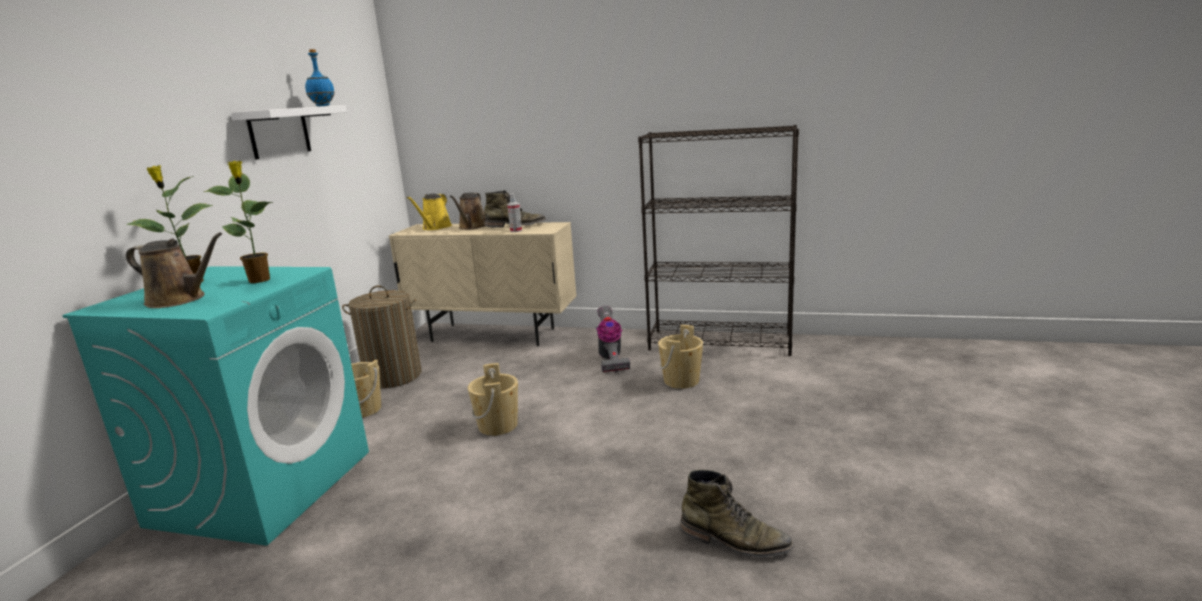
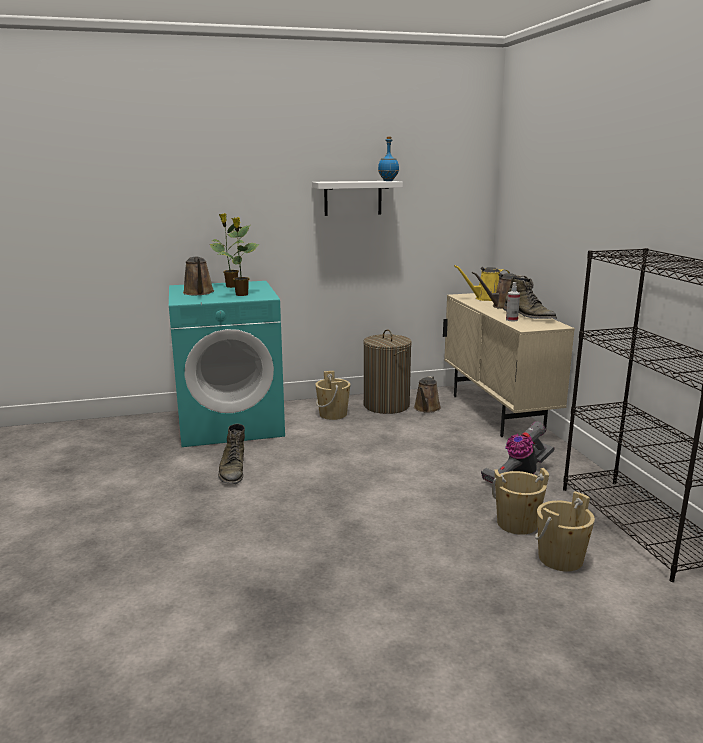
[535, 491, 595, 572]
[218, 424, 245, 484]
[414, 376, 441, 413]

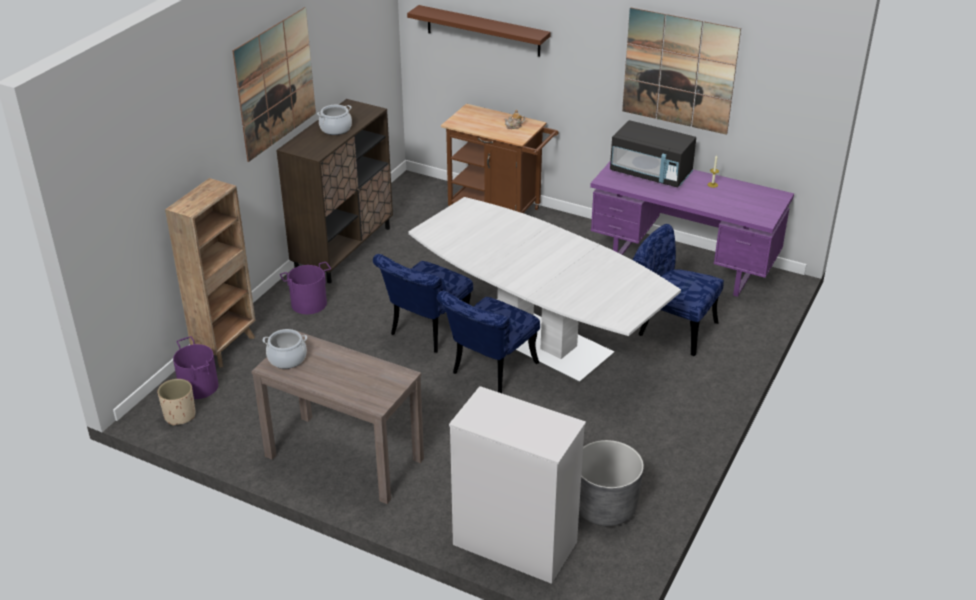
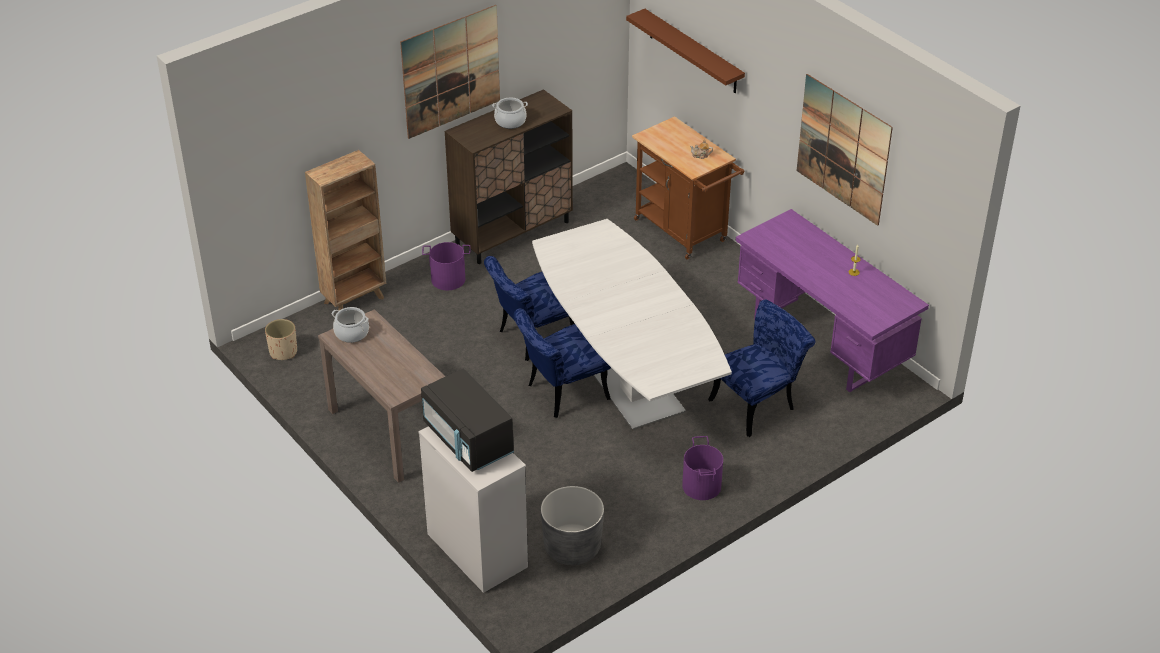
[682, 436, 723, 500]
[421, 369, 514, 472]
[708, 300, 815, 437]

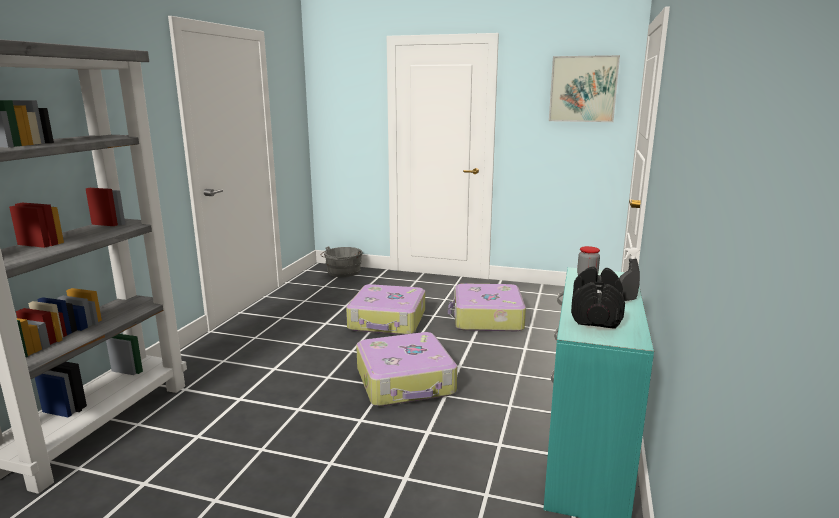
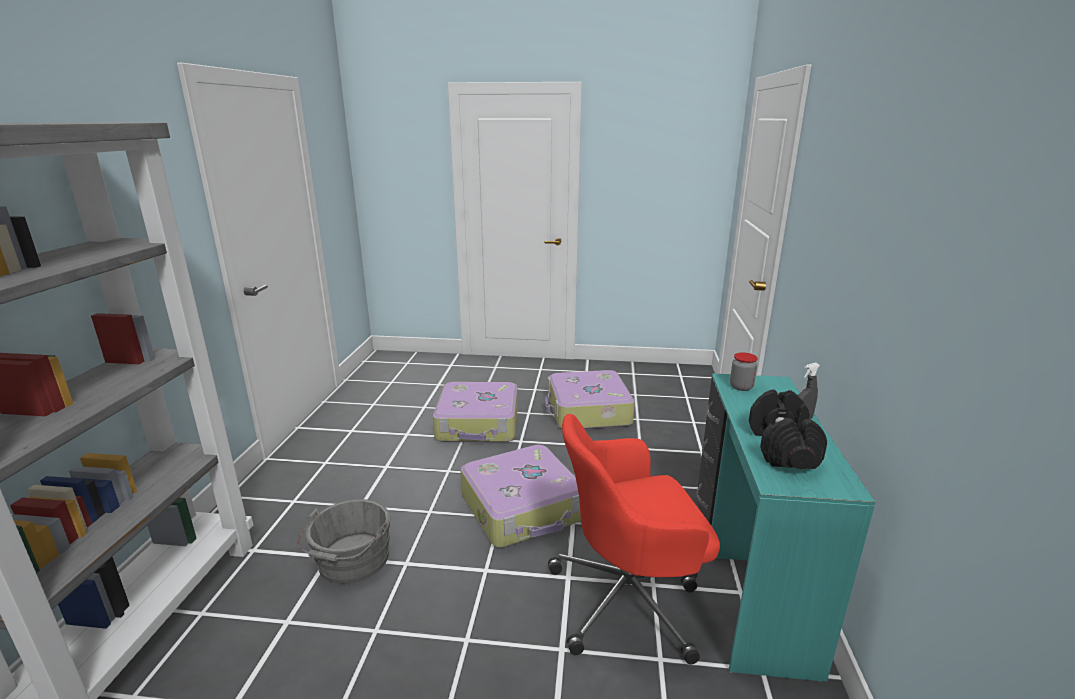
[297, 499, 390, 584]
[549, 55, 620, 122] (first image)
[548, 414, 720, 665]

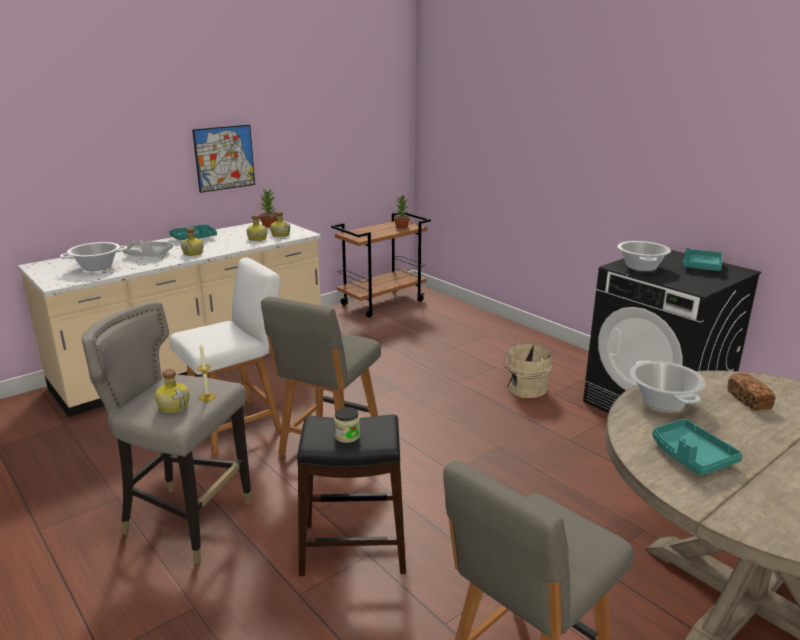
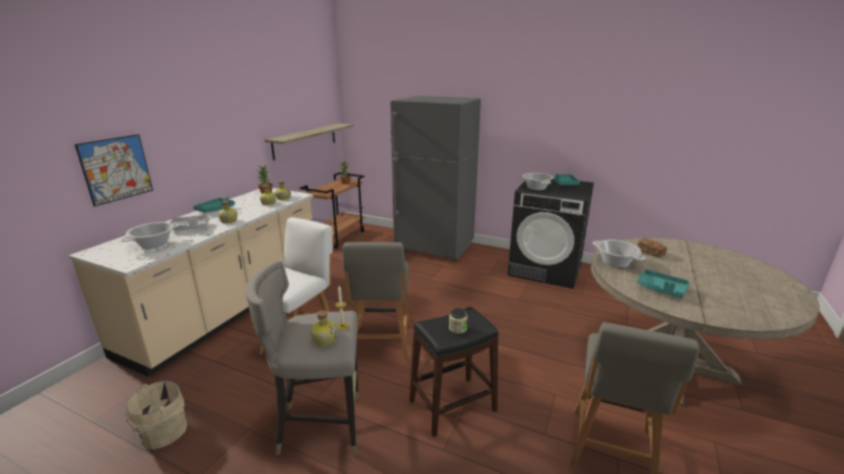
[75, 134, 153, 207]
[126, 381, 187, 450]
[264, 123, 354, 160]
[390, 96, 481, 260]

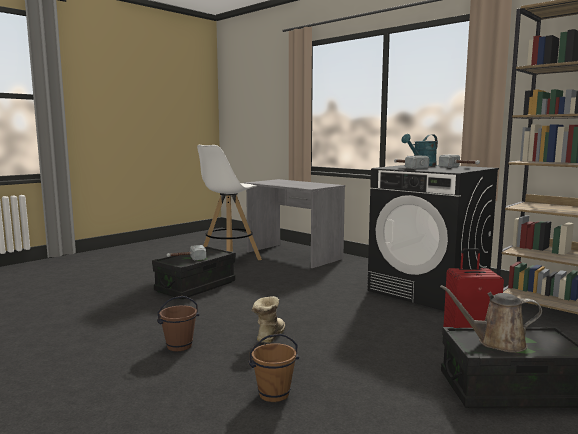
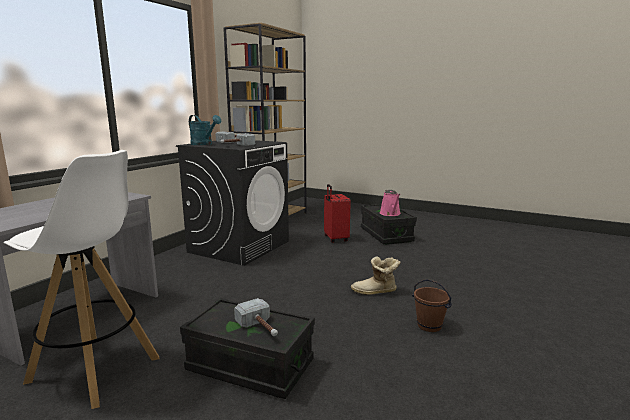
[248, 333, 299, 402] (first image)
[380, 190, 401, 216]

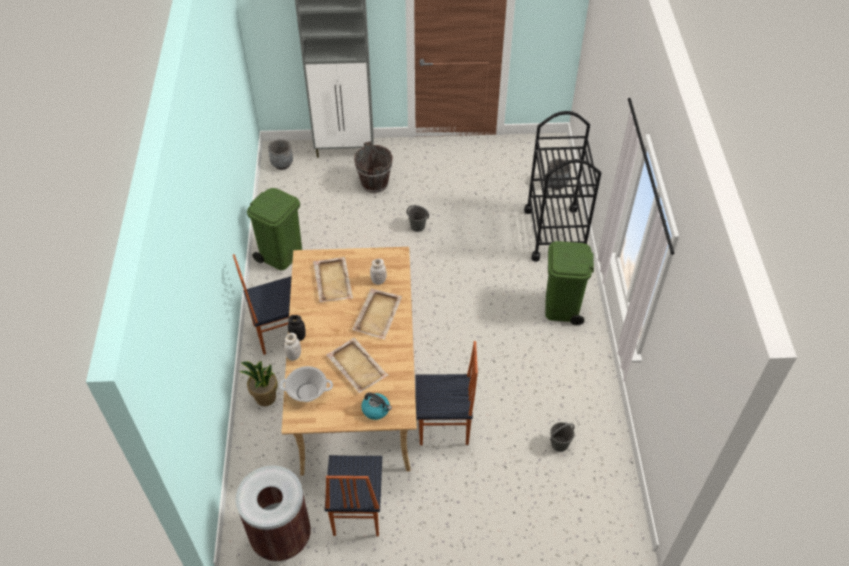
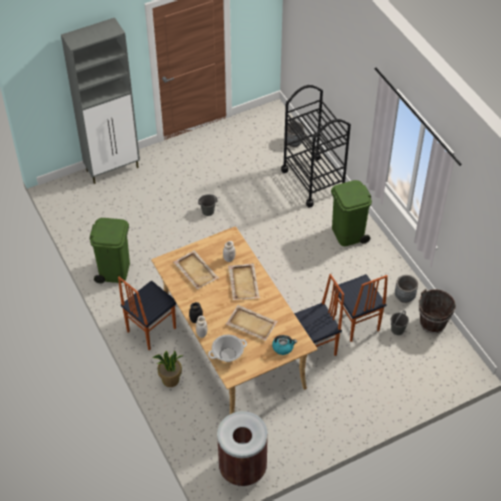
[395, 275, 418, 303]
[334, 274, 388, 342]
[418, 289, 456, 333]

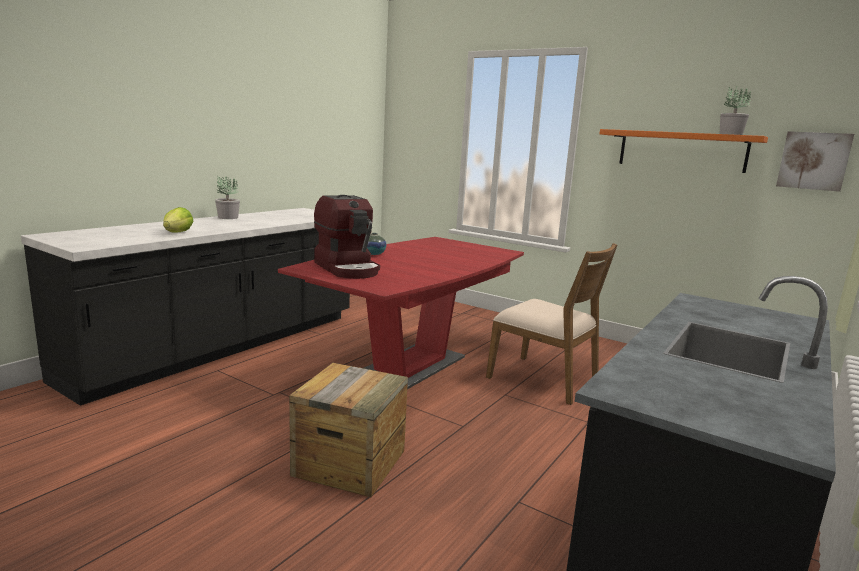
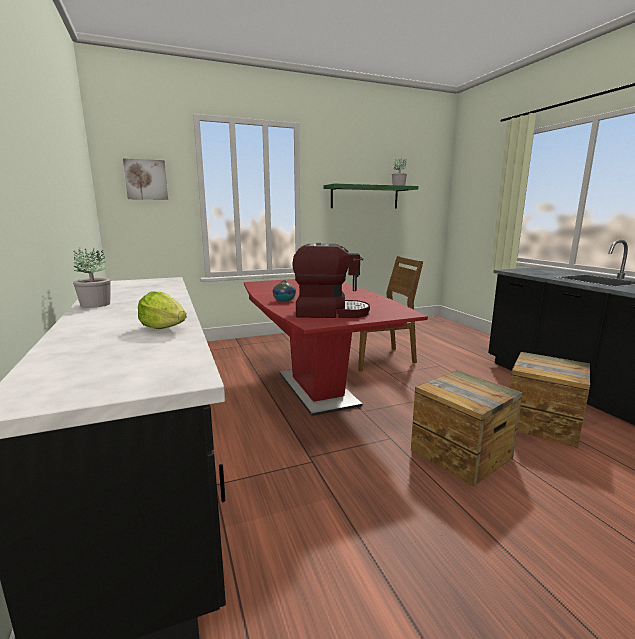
[323, 183, 418, 209]
[123, 158, 168, 200]
[510, 352, 590, 448]

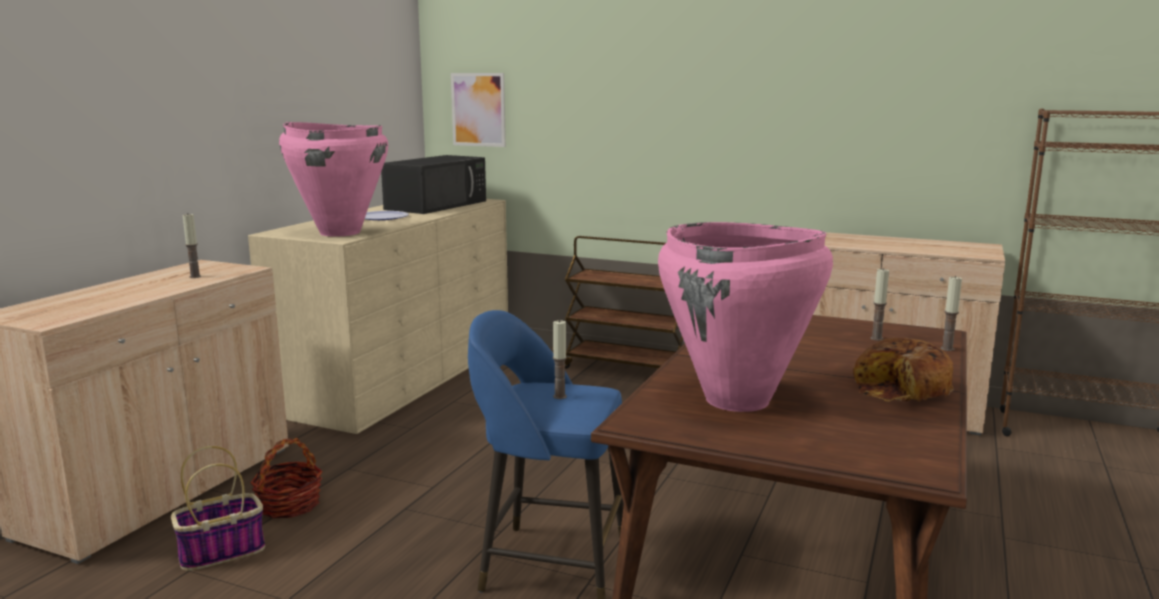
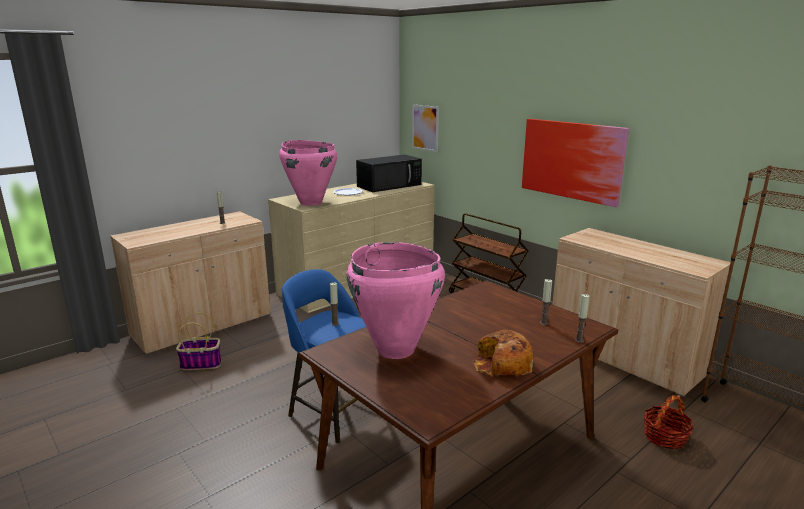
[644, 395, 694, 450]
[522, 119, 629, 207]

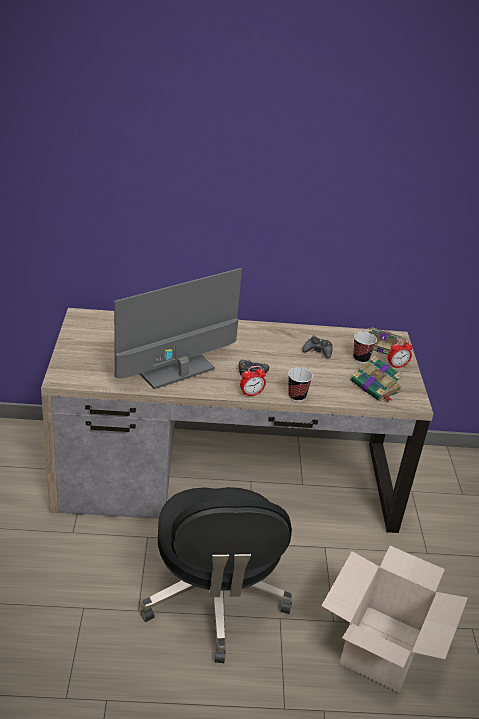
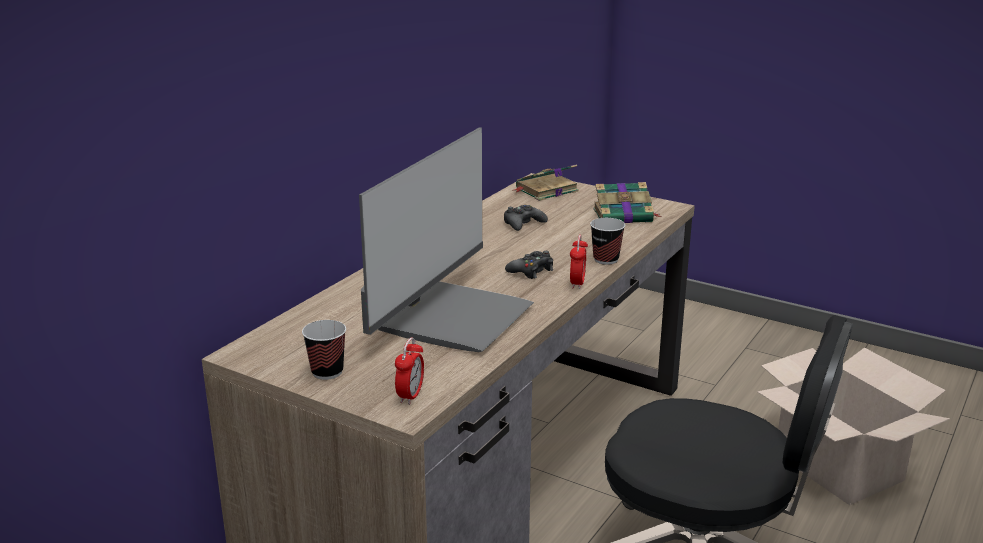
[359, 127, 534, 352]
[302, 320, 346, 380]
[395, 338, 424, 405]

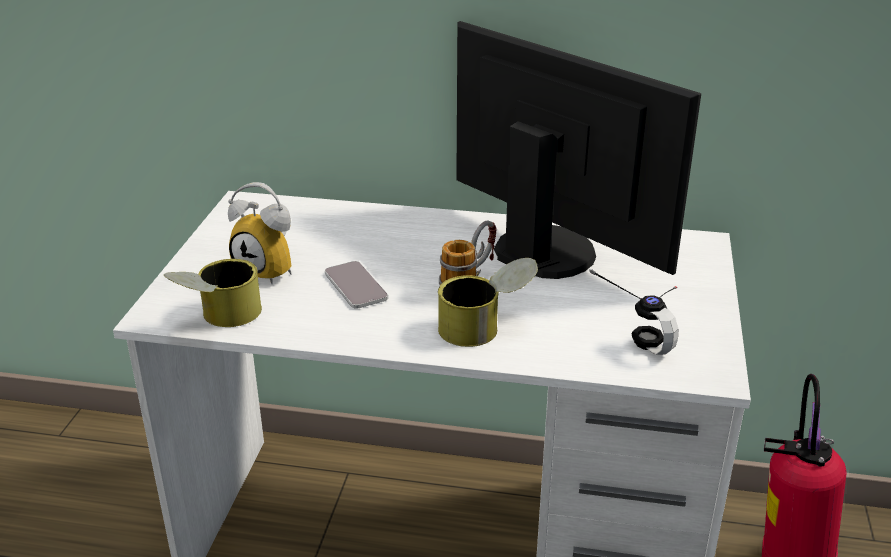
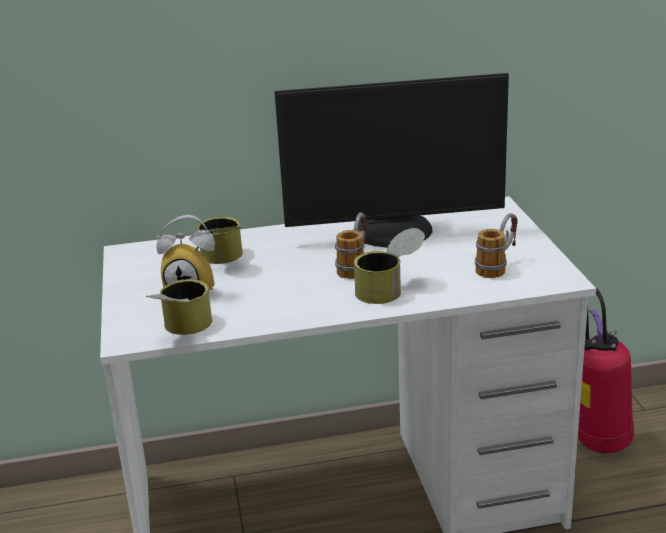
[325, 261, 388, 309] (first image)
[275, 73, 509, 248]
[475, 213, 518, 278]
[197, 217, 243, 264]

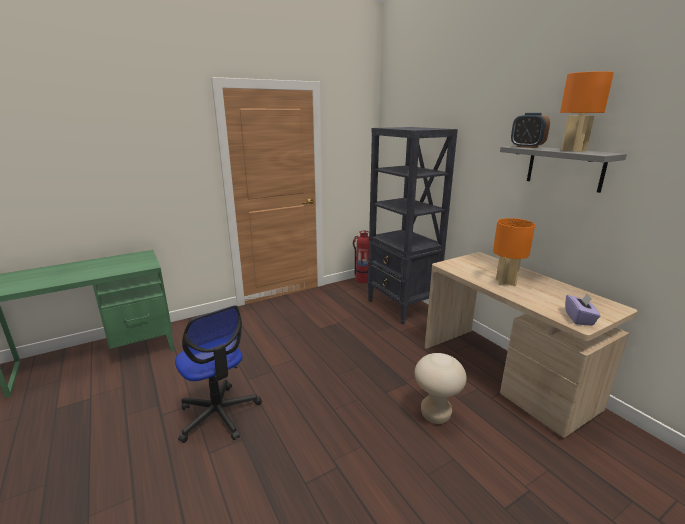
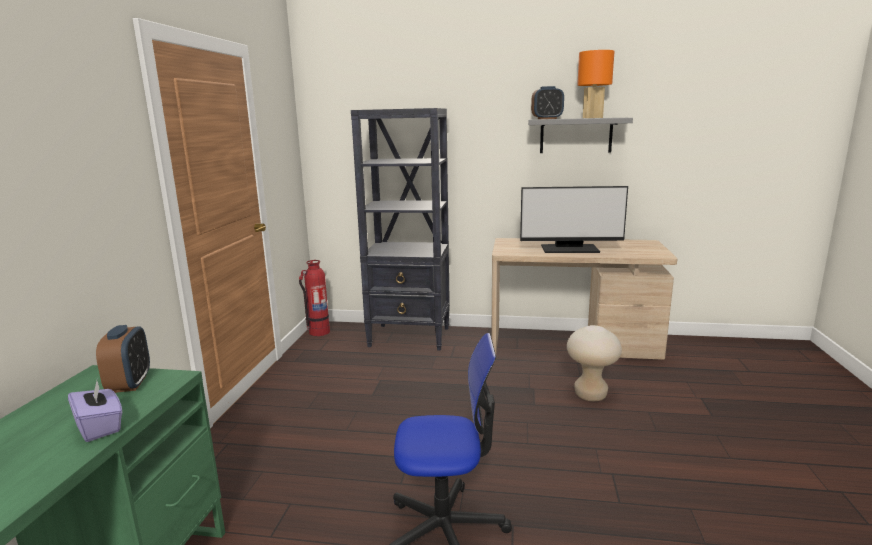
[520, 186, 628, 253]
[68, 381, 122, 442]
[96, 325, 150, 393]

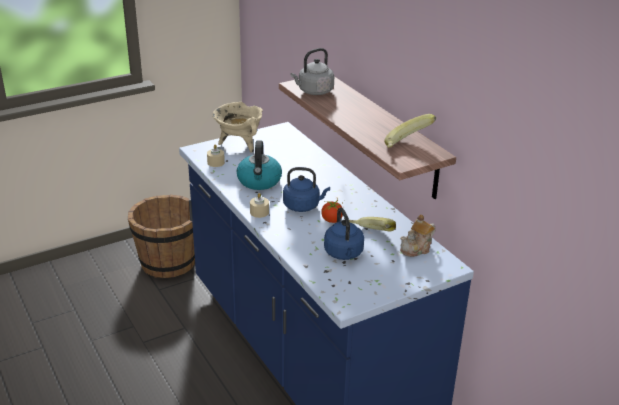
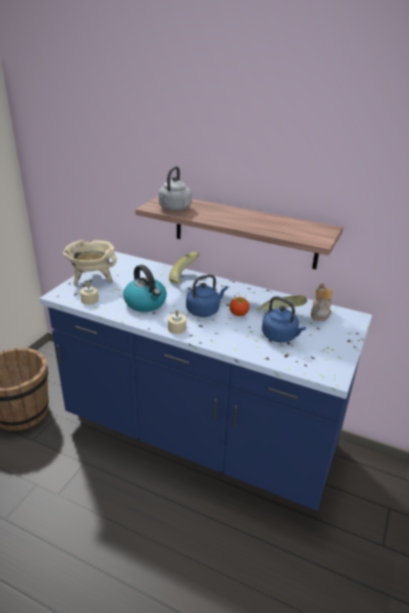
[169, 252, 199, 284]

